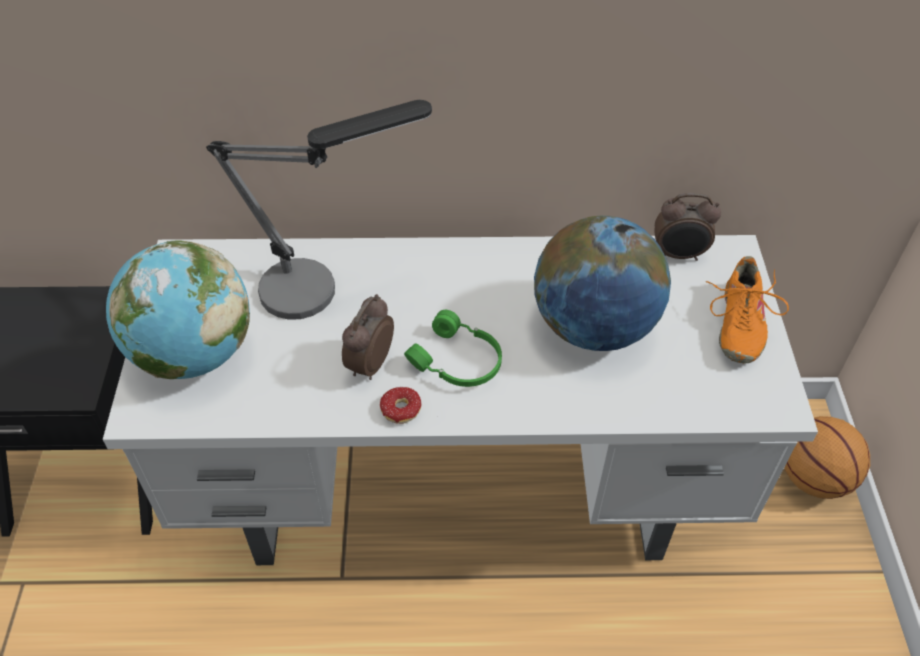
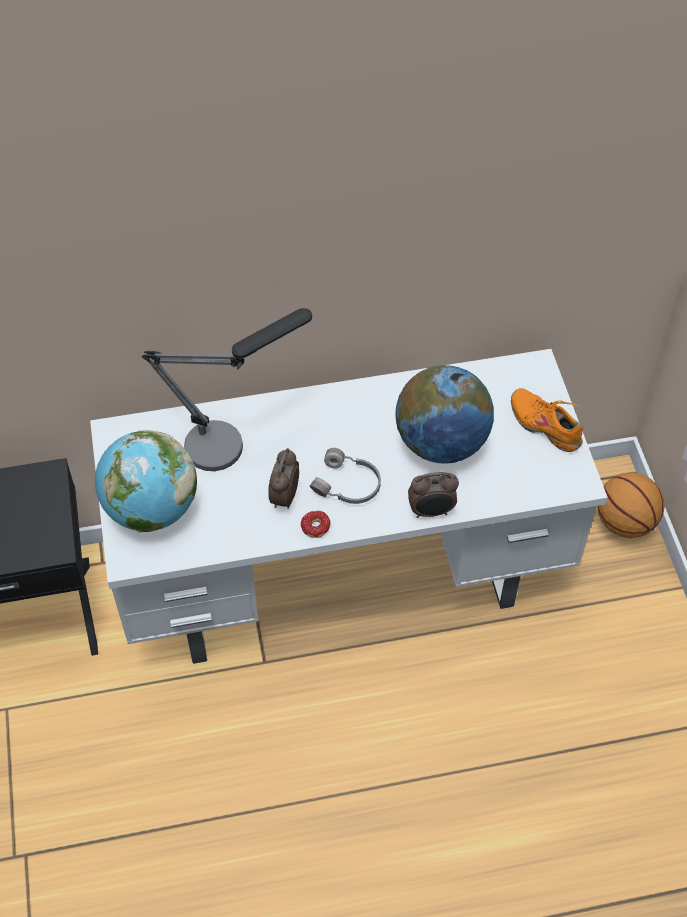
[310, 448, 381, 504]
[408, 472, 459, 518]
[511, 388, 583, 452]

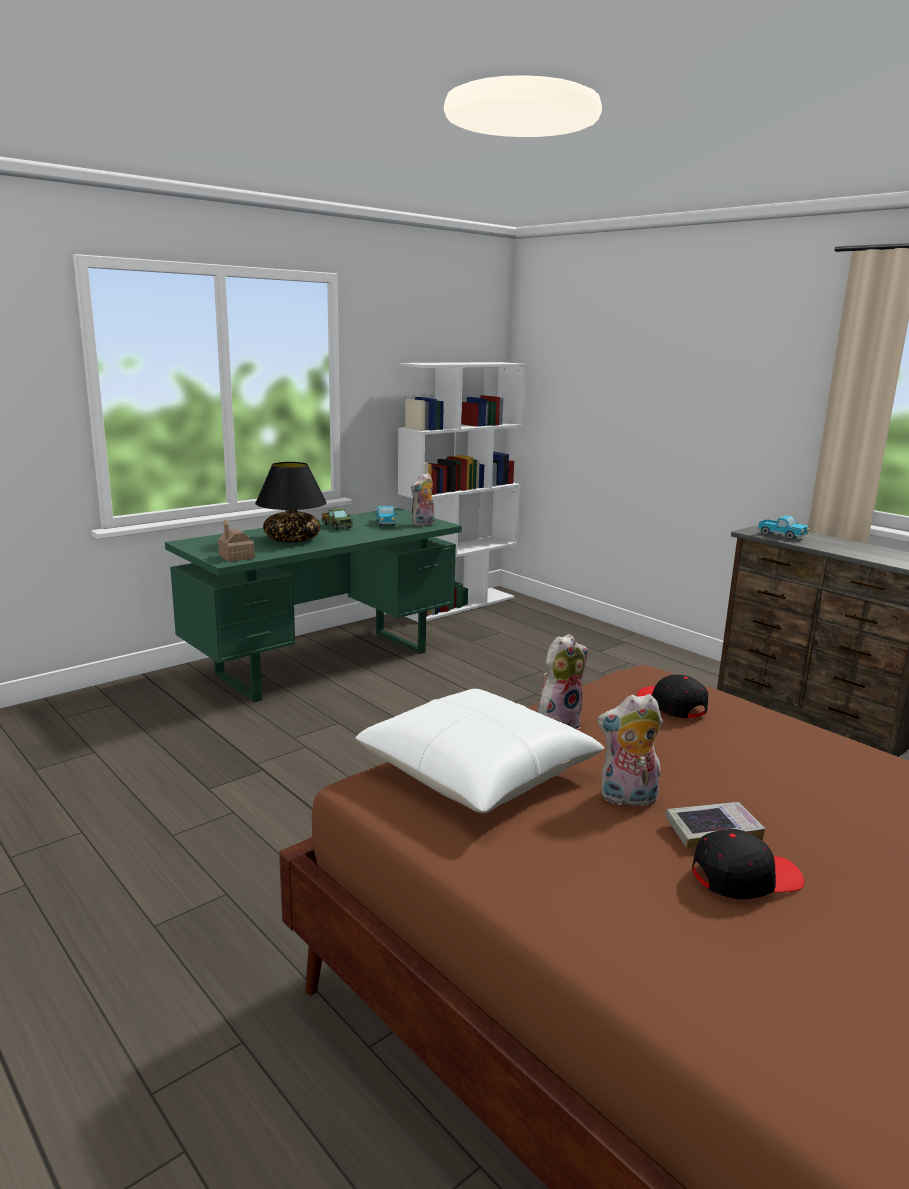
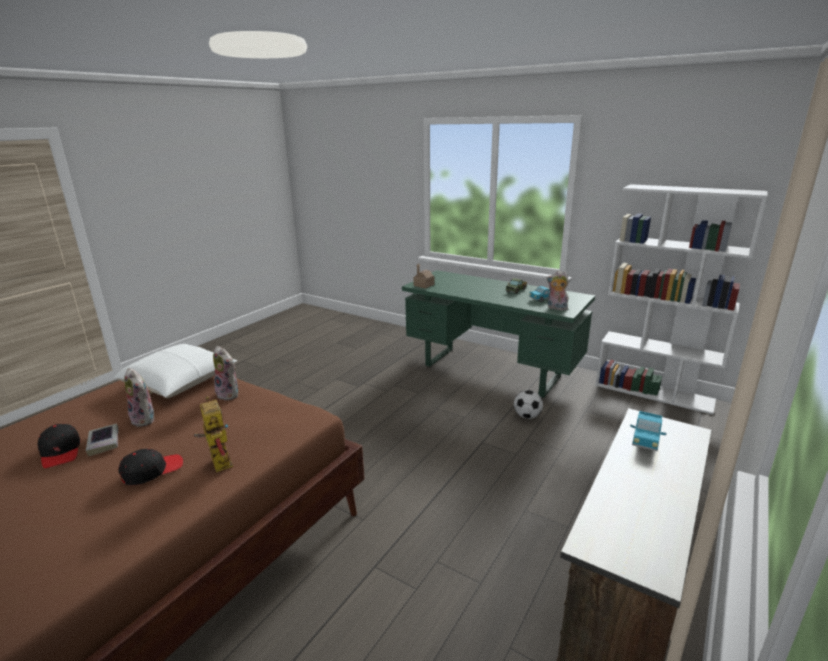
[255, 462, 327, 542] (first image)
[124, 368, 155, 427]
[119, 449, 183, 485]
[194, 396, 233, 472]
[514, 390, 543, 419]

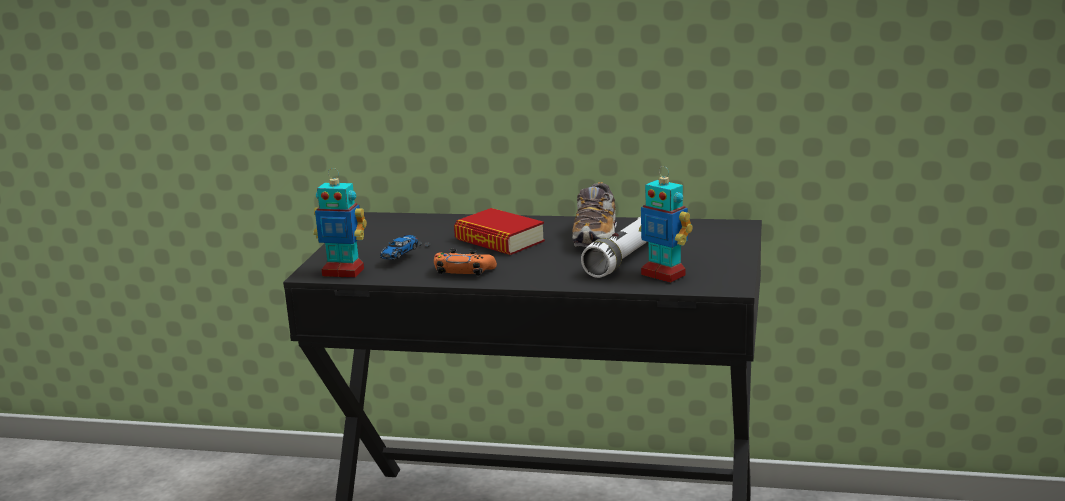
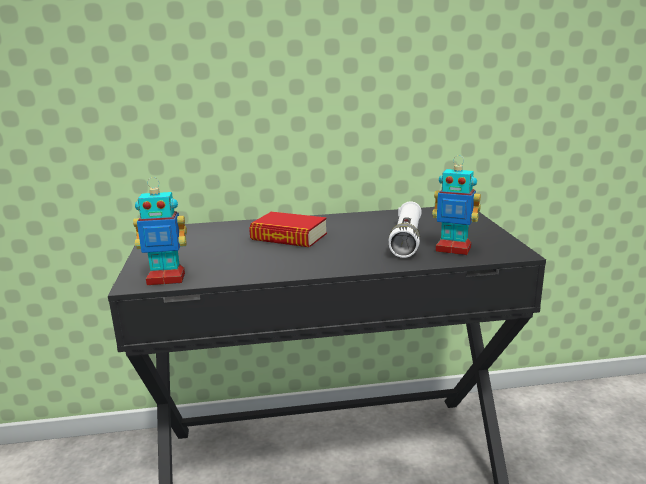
[380, 235, 431, 260] (first image)
[434, 249, 497, 276] (first image)
[572, 182, 617, 247] (first image)

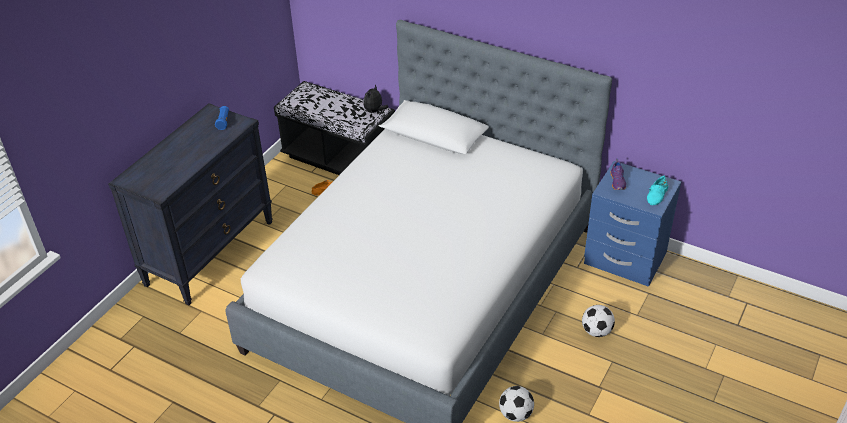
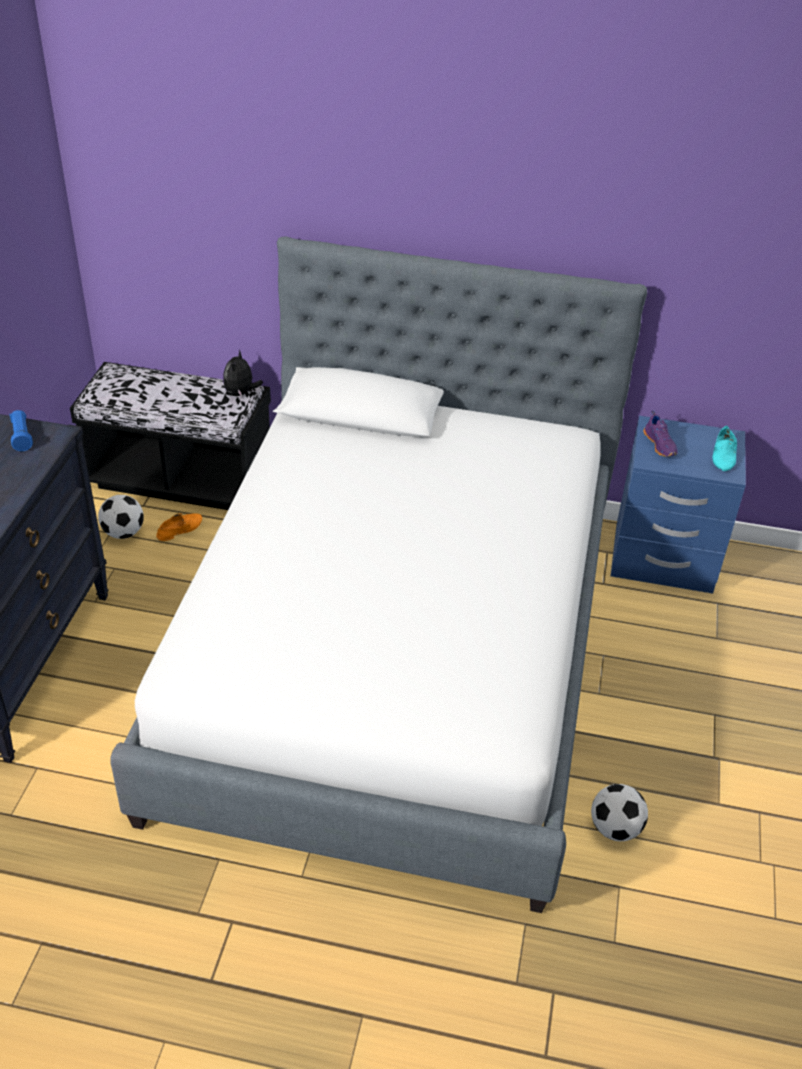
[98, 495, 144, 539]

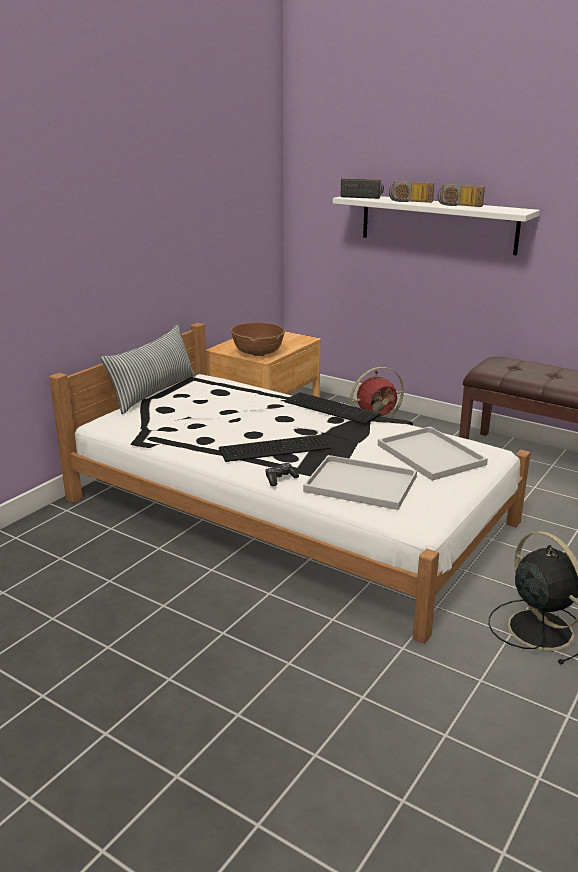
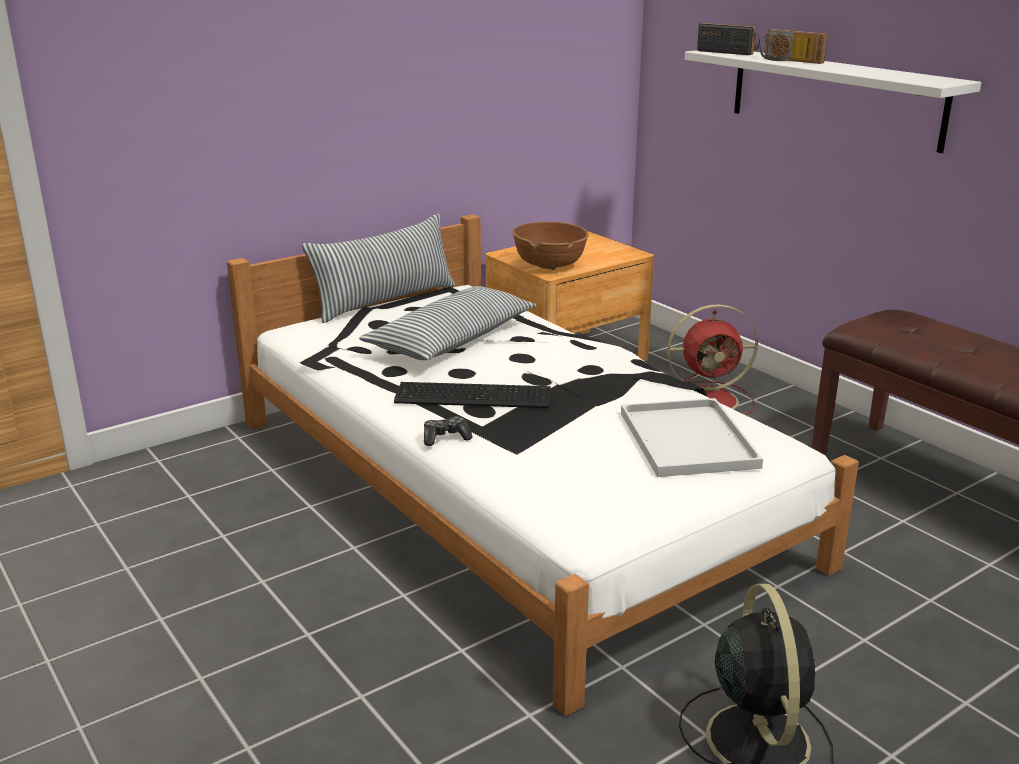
[284, 392, 381, 424] (first image)
[303, 455, 417, 510] (first image)
[438, 184, 485, 207] (first image)
[359, 286, 536, 360]

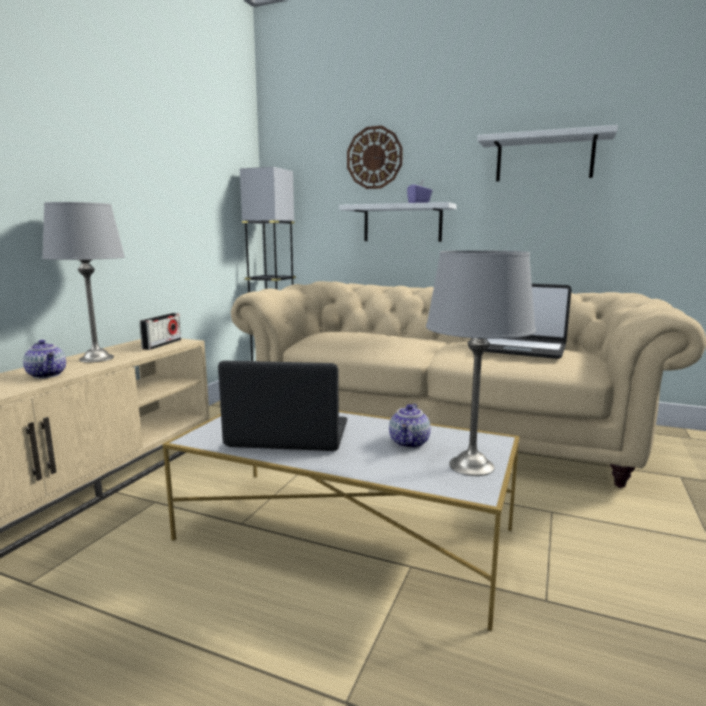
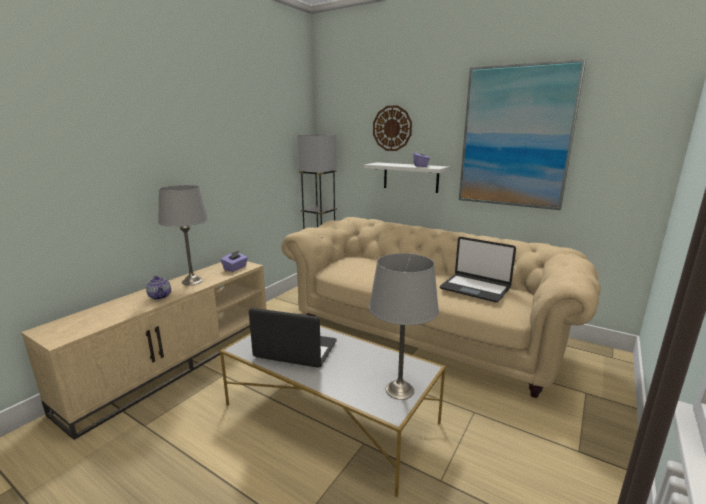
[221, 250, 248, 272]
[389, 404, 431, 449] (first image)
[459, 59, 586, 210]

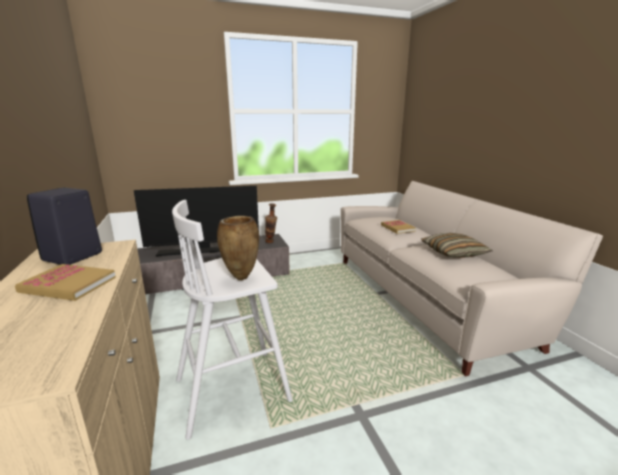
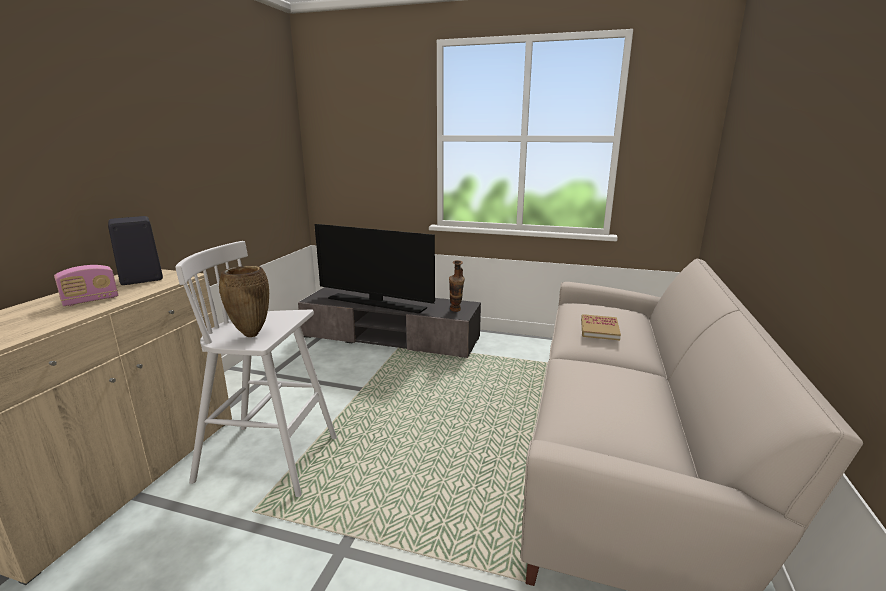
[54, 265, 118, 306]
[421, 233, 493, 258] (first image)

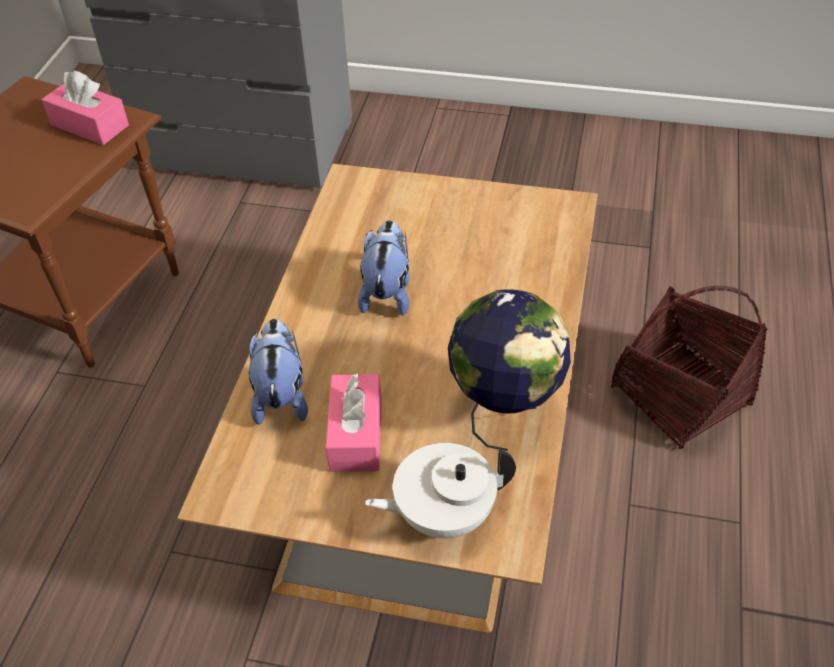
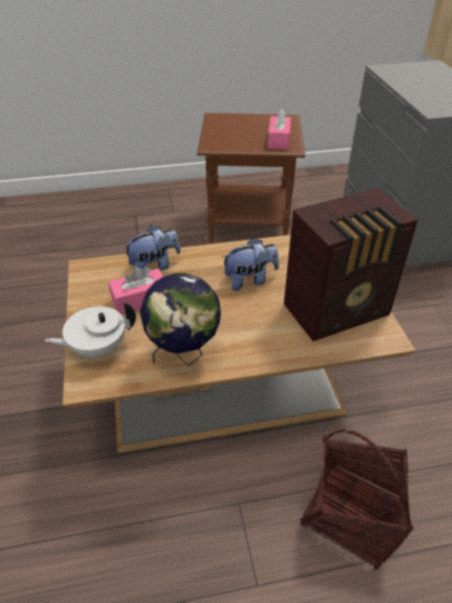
[45, 302, 136, 359]
[284, 188, 418, 341]

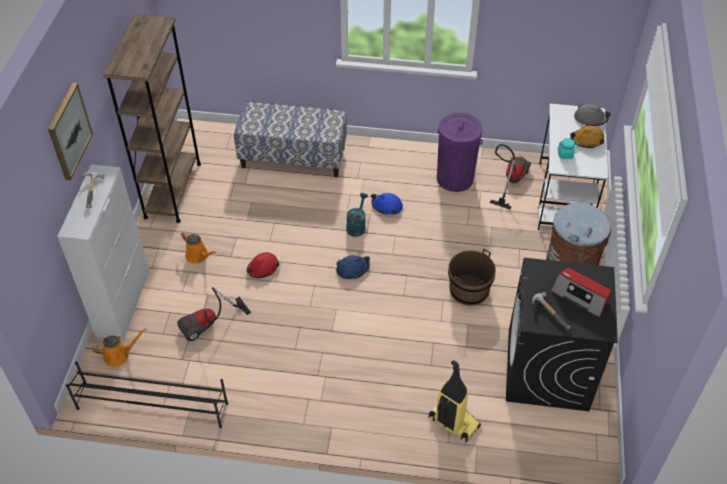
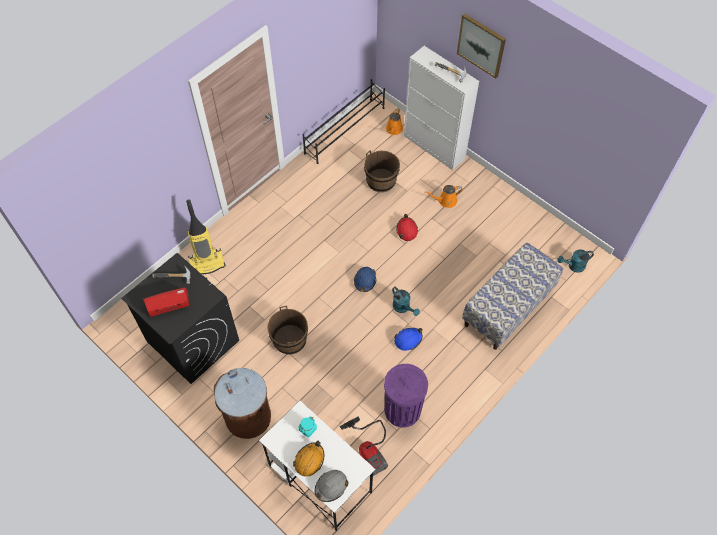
[103, 14, 201, 223] (first image)
[364, 150, 400, 192]
[558, 249, 594, 273]

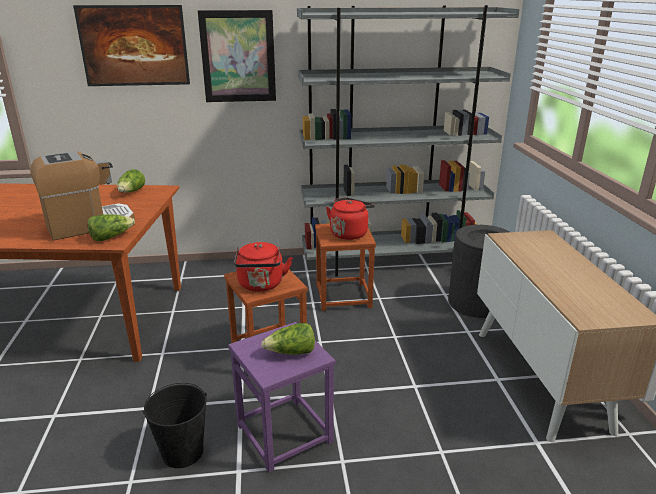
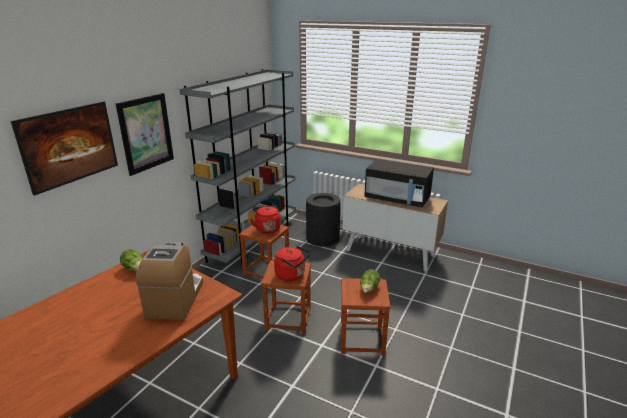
[88, 214, 135, 241] (first image)
[143, 383, 207, 468] (first image)
[341, 278, 391, 356]
[364, 159, 434, 208]

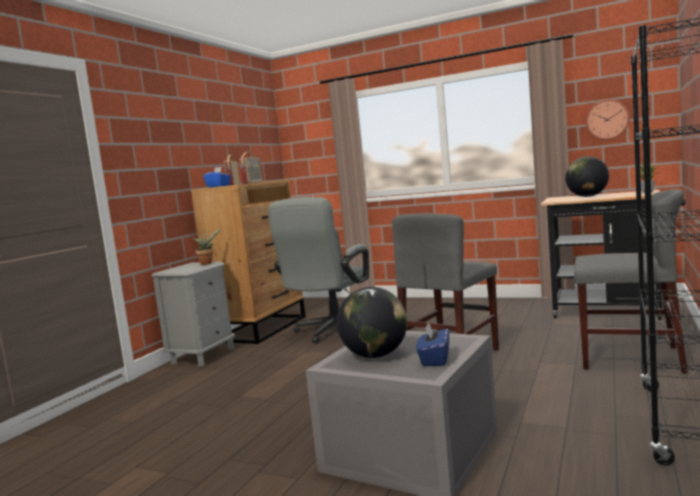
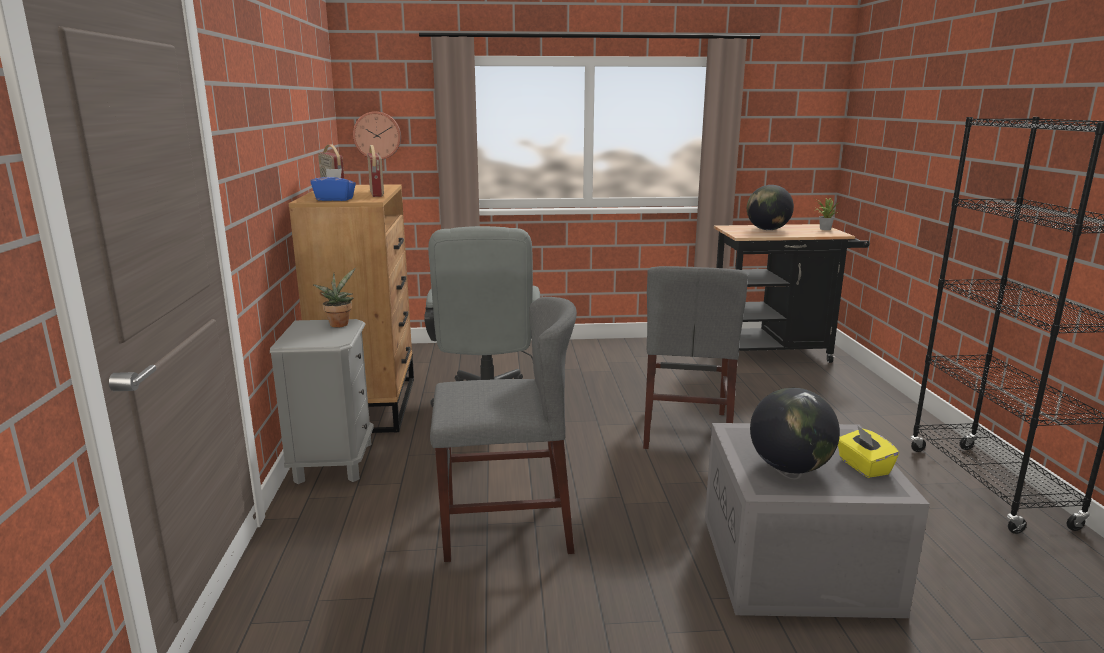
[838, 425, 899, 478]
[430, 297, 577, 562]
[353, 111, 401, 160]

